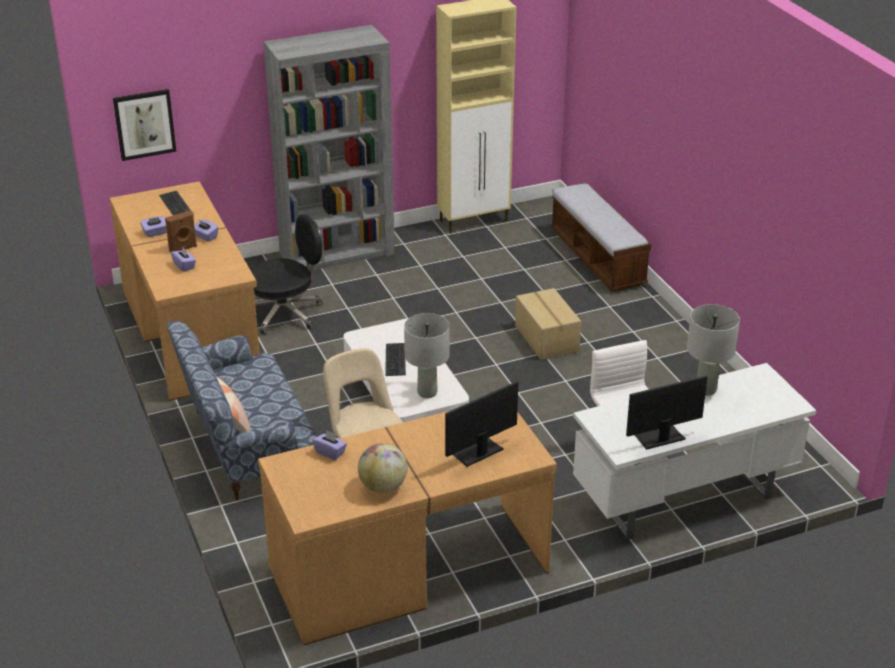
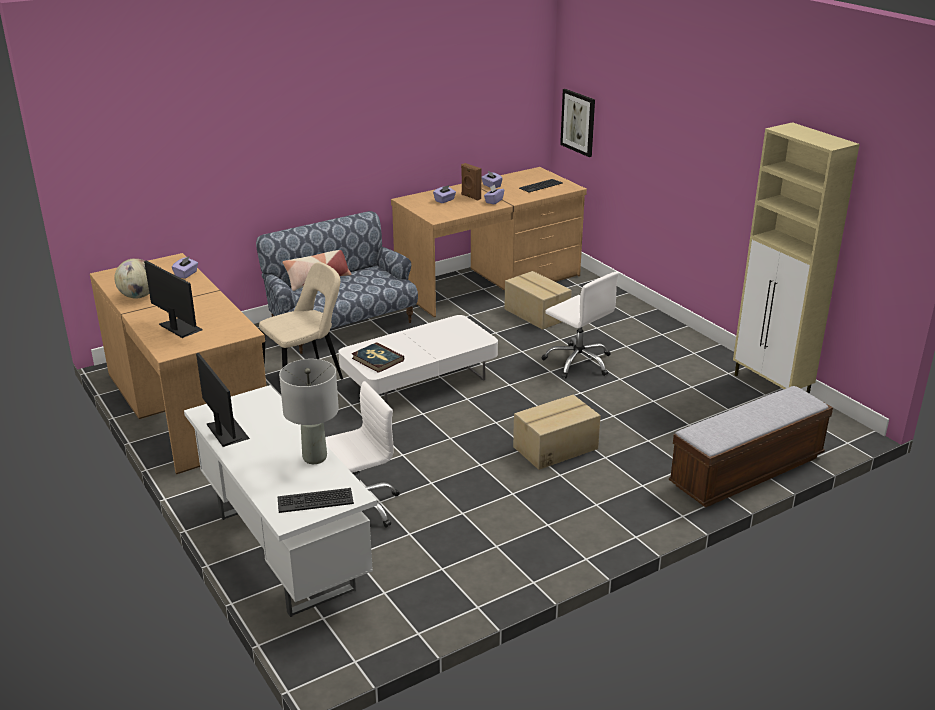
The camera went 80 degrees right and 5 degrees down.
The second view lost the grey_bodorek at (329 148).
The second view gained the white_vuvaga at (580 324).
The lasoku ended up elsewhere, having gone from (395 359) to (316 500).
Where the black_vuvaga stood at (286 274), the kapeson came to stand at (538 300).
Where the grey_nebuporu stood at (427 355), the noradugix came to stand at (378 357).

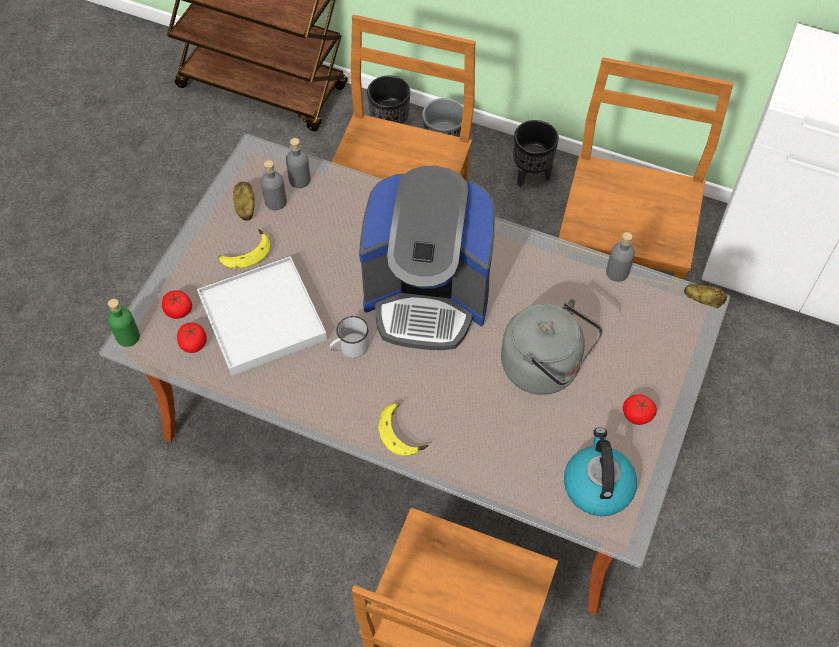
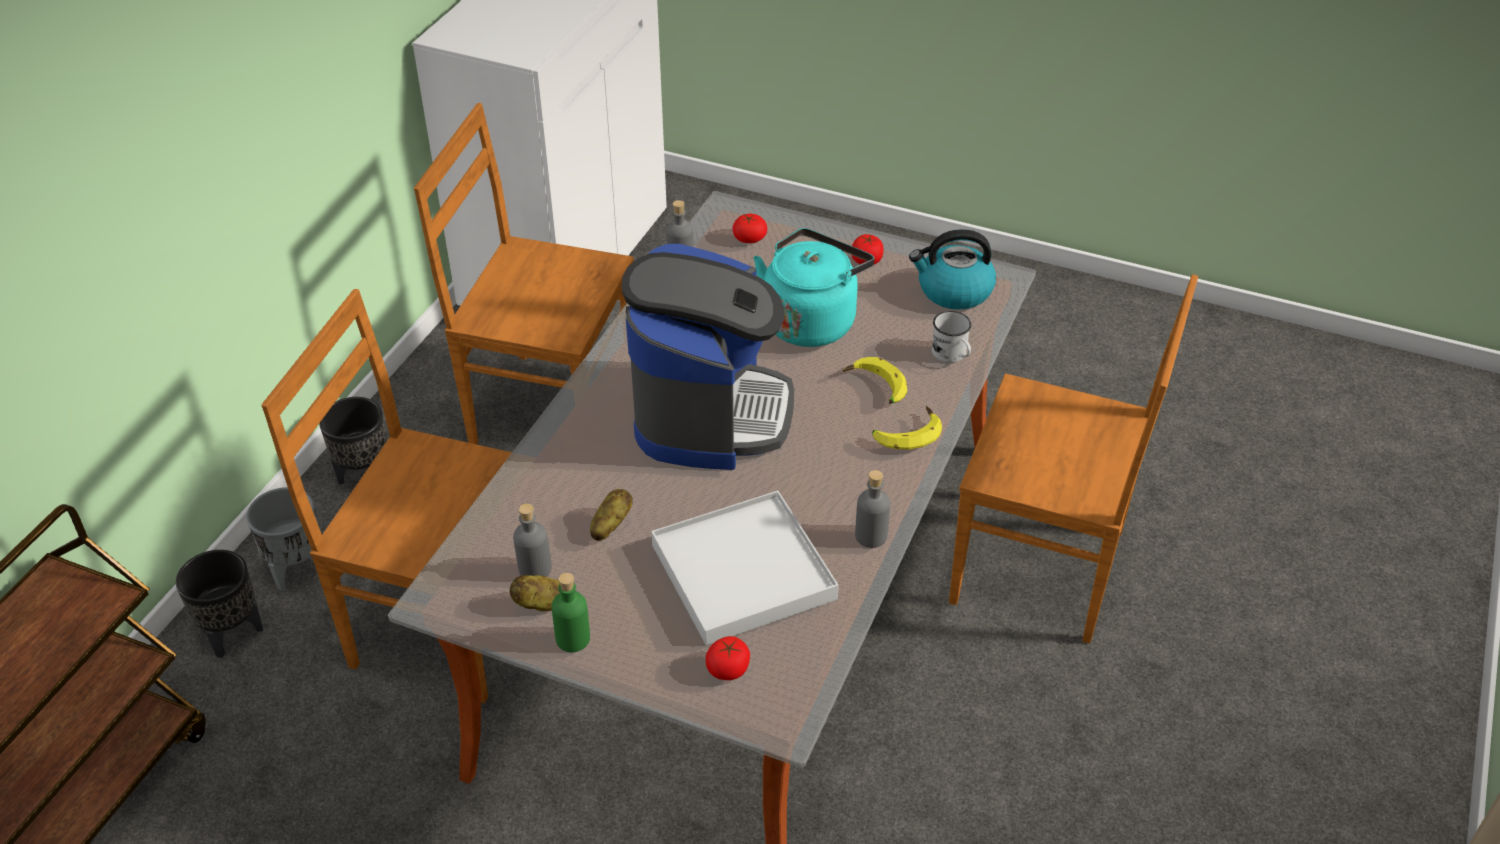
The camera went 90 degrees left and 15 degrees down.
The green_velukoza ended up elsewhere, having gone from (124 323) to (570 612).
The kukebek ended up elsewhere, having gone from (192 338) to (750 228).
The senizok ended up elsewhere, having gone from (245 248) to (875 380).
The grey_velukoza ended up elsewhere, having gone from (298 163) to (872 509).
The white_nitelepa ended up elsewhere, having gone from (349 337) to (952 337).
The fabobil ended up elsewhere, having gone from (705 296) to (611 515).
What was the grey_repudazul at (552 347) turned into the turquoise_repudazul at (813 287).

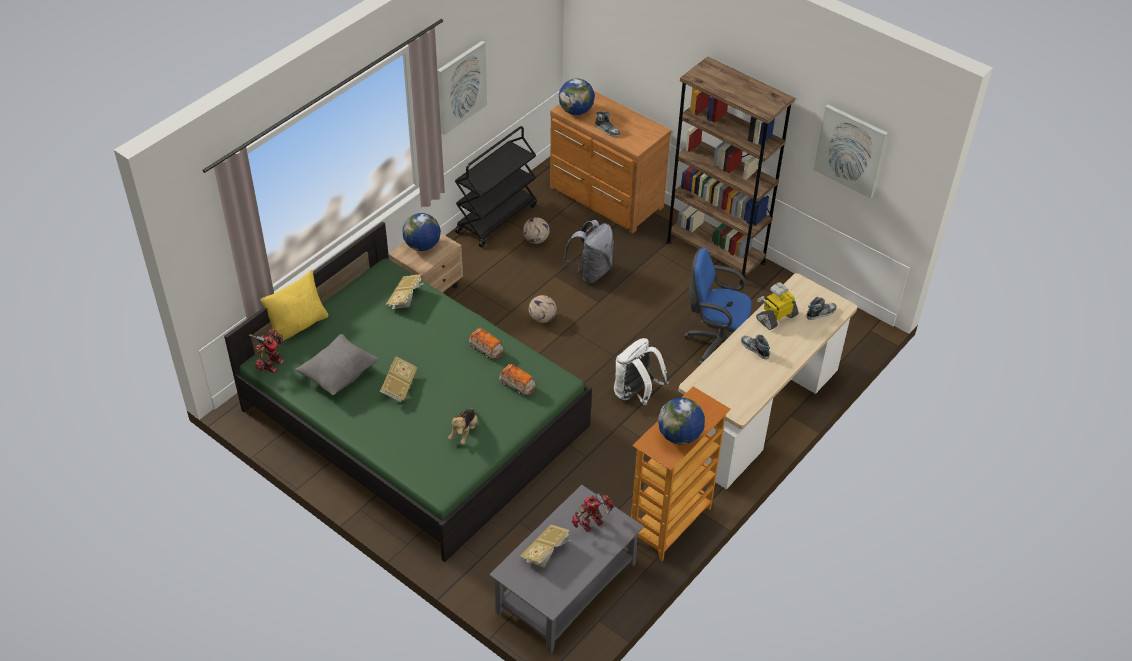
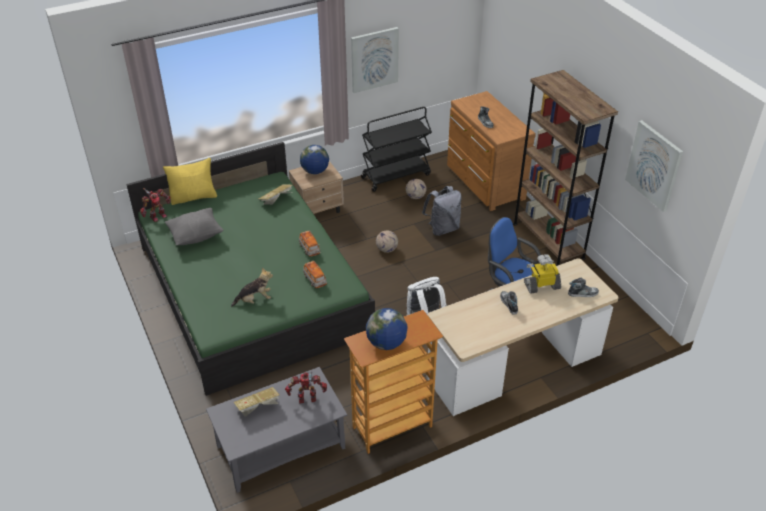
The camera went 25 degrees right and 5 degrees down.
The second view lost the noradugix at (399 379).
The second view lost the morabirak at (577 96).
The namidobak at (463 427) ended up facing another way, 150 degrees counterclockwise from before.

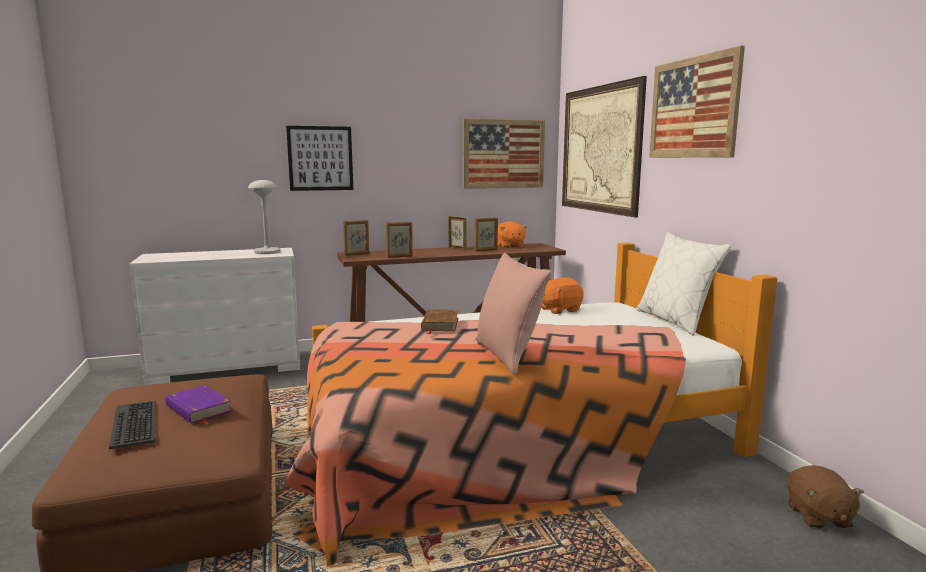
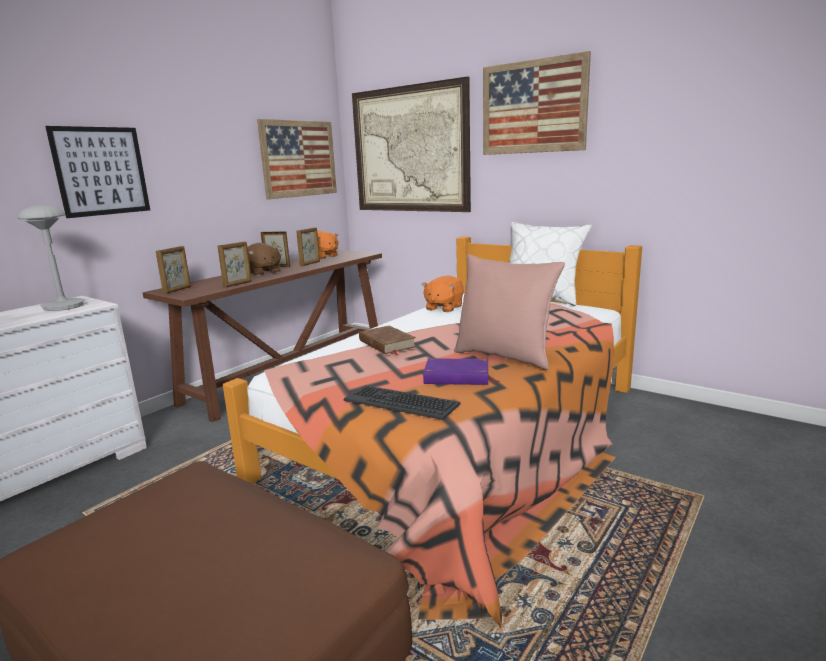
The camera went 35 degrees left and 5 degrees up.
The lasoku ended up elsewhere, having gone from (132 425) to (402 402).
The purple_noradugix ended up elsewhere, having gone from (198 404) to (461 371).
The brown_namidobak ended up elsewhere, having gone from (825 497) to (264 259).

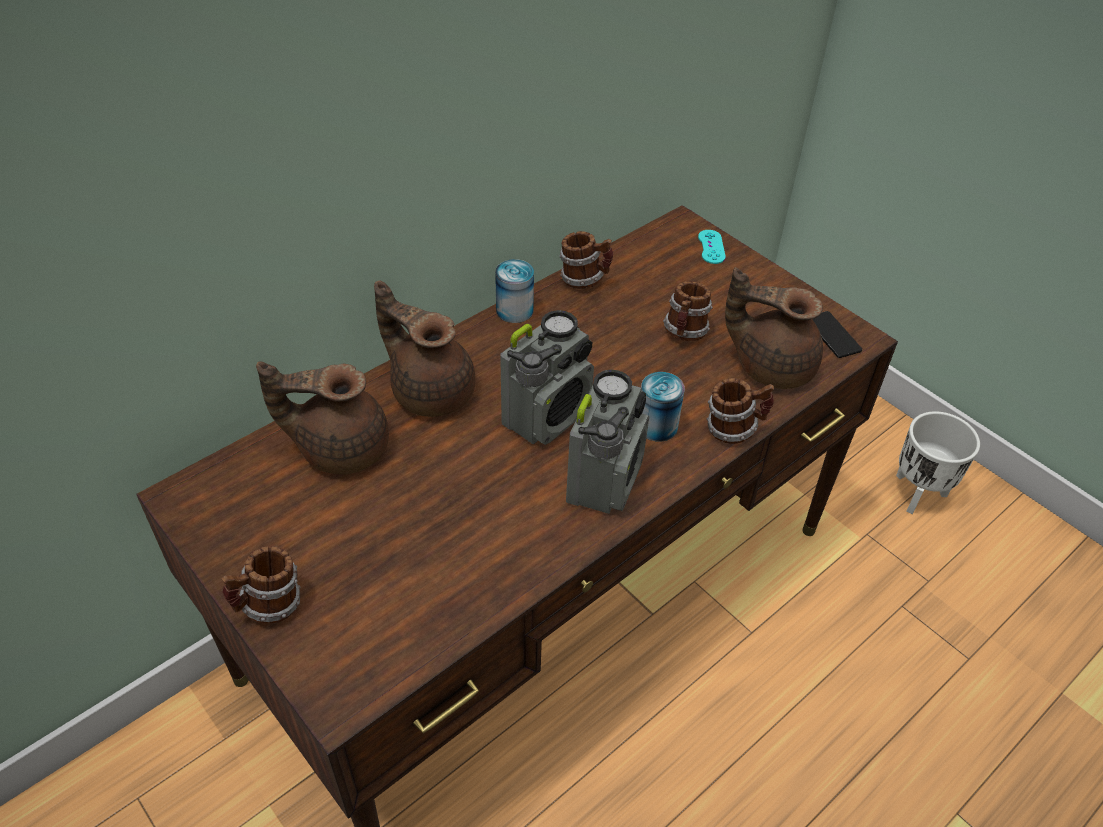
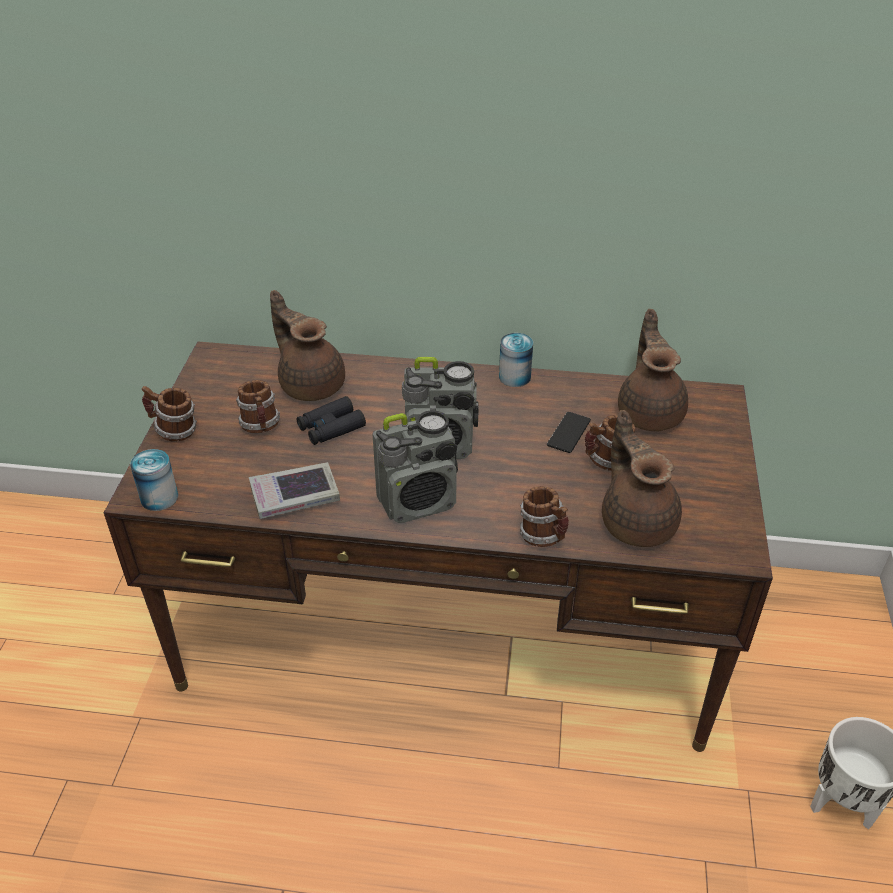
The camera went 50 degrees right and 5 degrees down.
The second view lost the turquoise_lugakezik at (712 247).
The second view gained the noradugix at (294 490).
The second view gained the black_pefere at (331 420).
The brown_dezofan ended up elsewhere, having gone from (425 348) to (653 370).
The nitelepa ended up elsewhere, having gone from (586 260) to (258 406).
The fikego ended up elsewhere, having gone from (663 406) to (154 480).
The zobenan ended up elsewhere, having gone from (837 334) to (569 432).

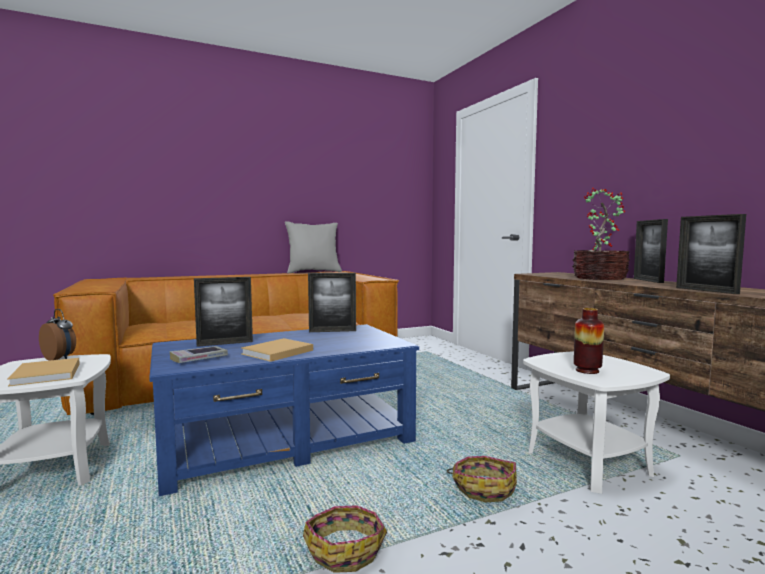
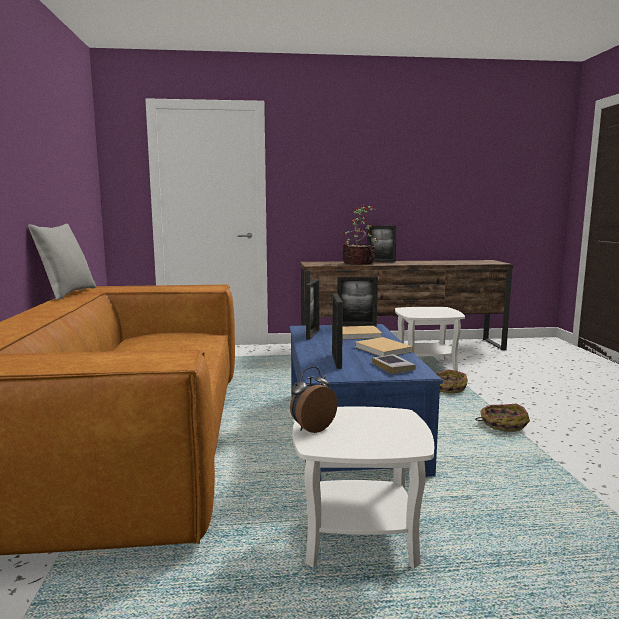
The camera went 70 degrees left and 5 degrees up.
The second view lost the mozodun at (589 341).
The beige_noradugix ended up elsewhere, having gone from (43 372) to (362 332).
The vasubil ended up elsewhere, having gone from (711 254) to (357 301).

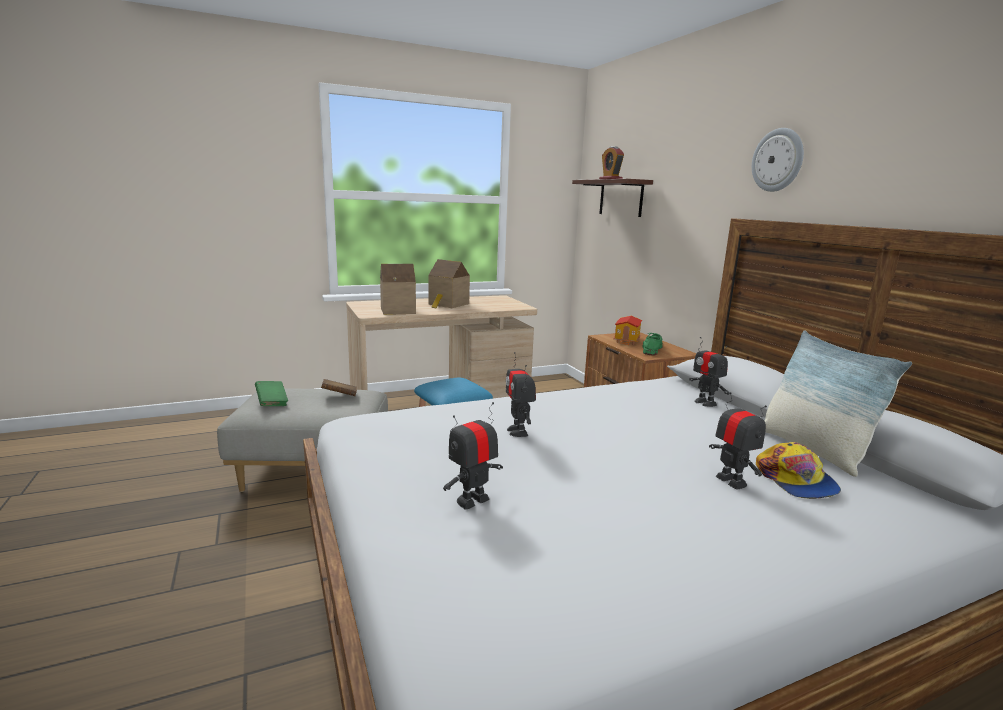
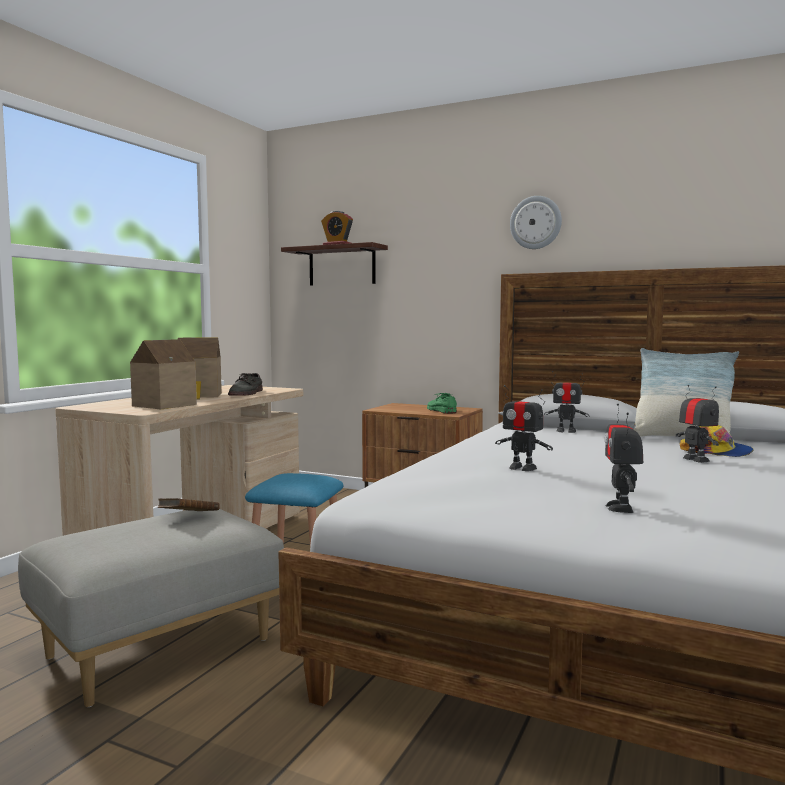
The camera went 40 degrees left and 10 degrees down.
The second view lost the green_noradugix at (271 393).
The second view lost the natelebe at (627 330).
The second view gained the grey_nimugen at (245 384).
The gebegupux at (738 441) ended up facing another way, 45 degrees clockwise from before.

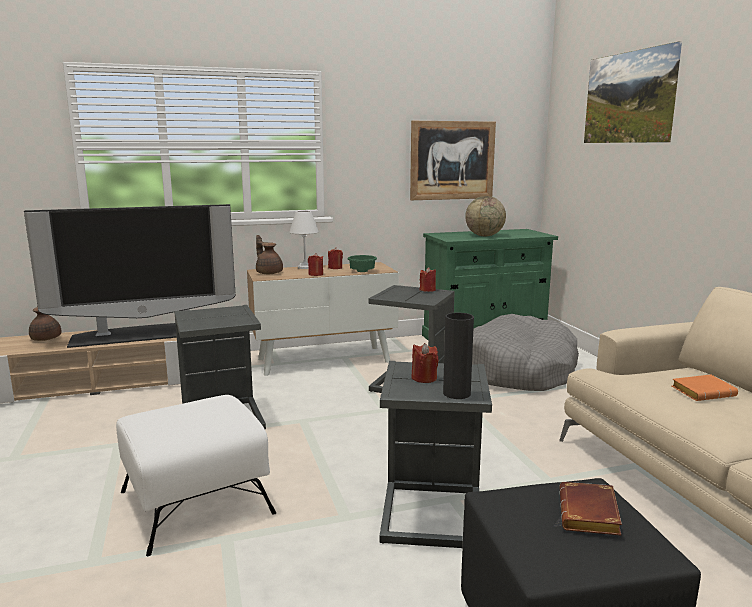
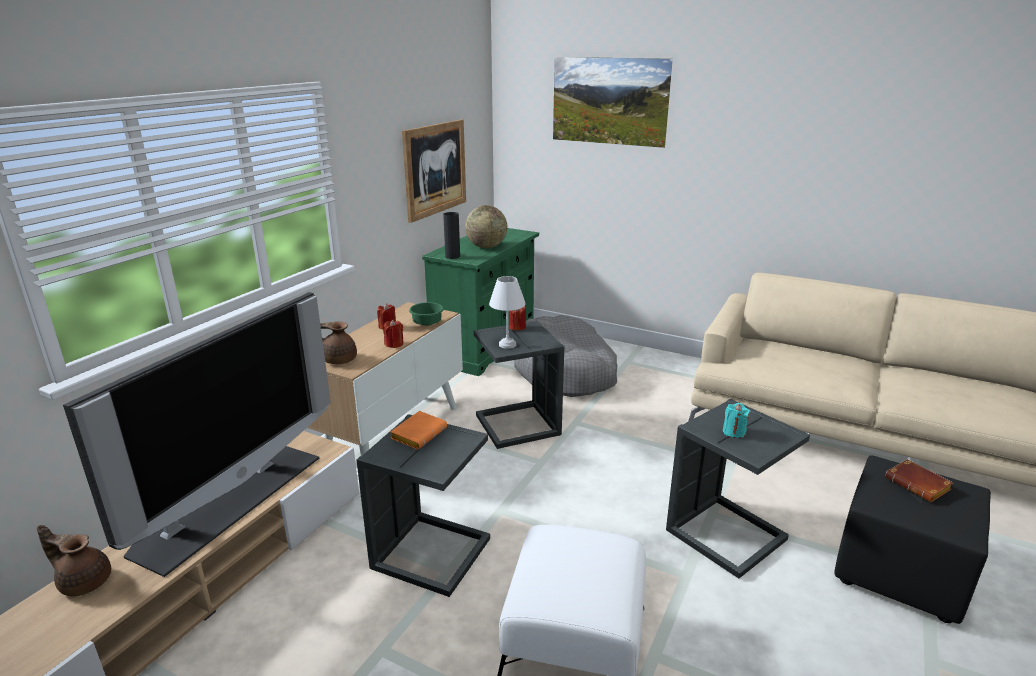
The camera went 45 degrees left and 10 degrees up.
The white_nebuporu ended up elsewhere, having gone from (304 239) to (507 312).
The black_mozodun ended up elsewhere, having gone from (458 356) to (451 235).
The orange_noradugix ended up elsewhere, having gone from (705 388) to (418 430).
What was the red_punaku at (425 363) turned into the turquoise_punaku at (736 420).

